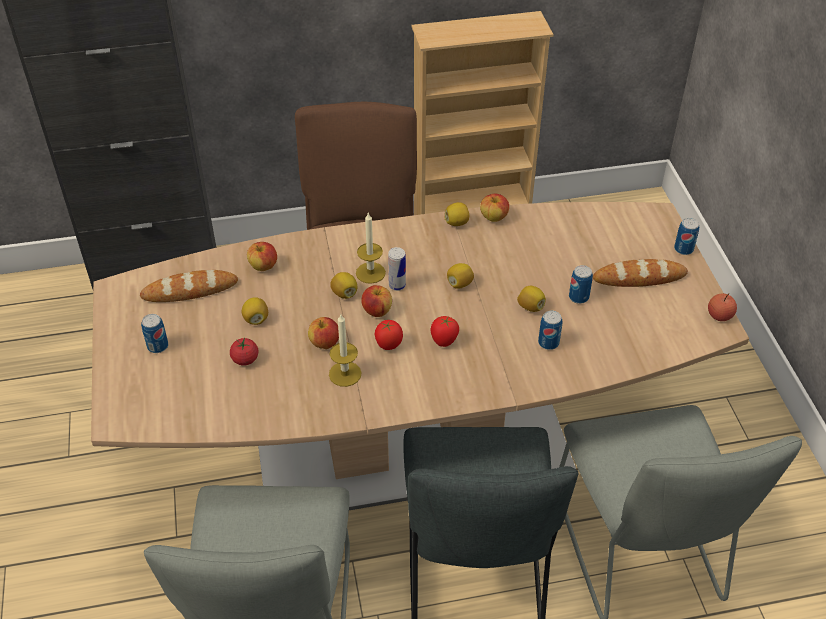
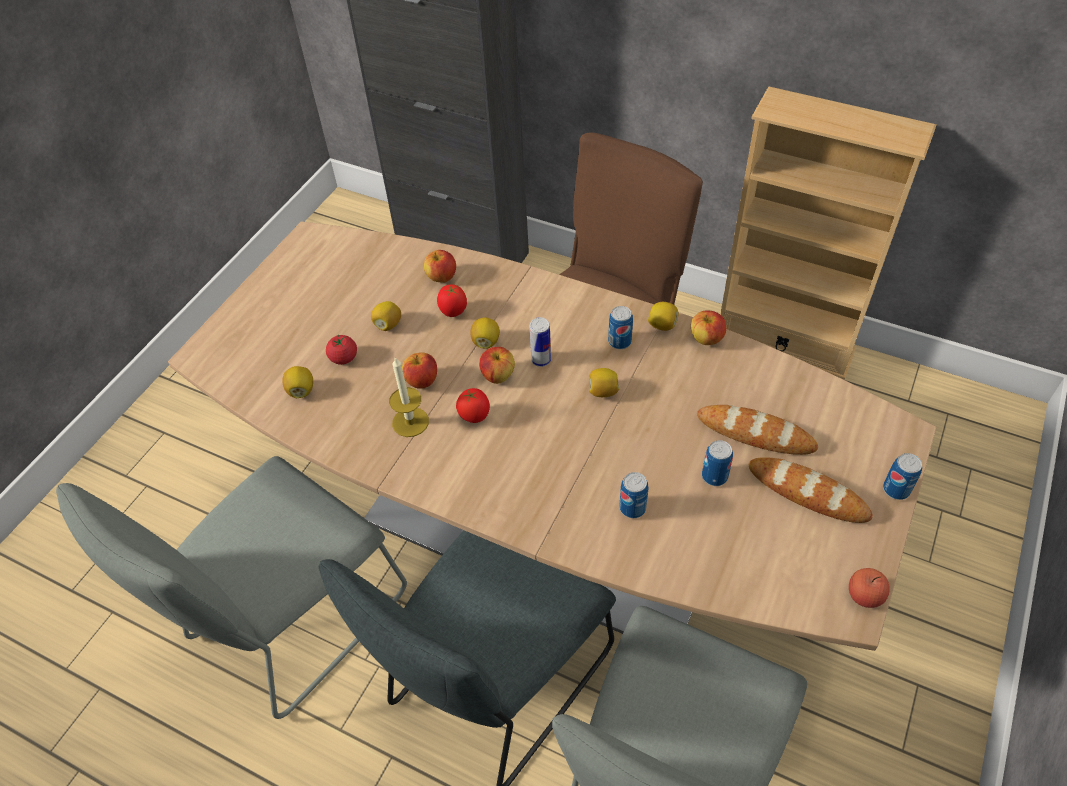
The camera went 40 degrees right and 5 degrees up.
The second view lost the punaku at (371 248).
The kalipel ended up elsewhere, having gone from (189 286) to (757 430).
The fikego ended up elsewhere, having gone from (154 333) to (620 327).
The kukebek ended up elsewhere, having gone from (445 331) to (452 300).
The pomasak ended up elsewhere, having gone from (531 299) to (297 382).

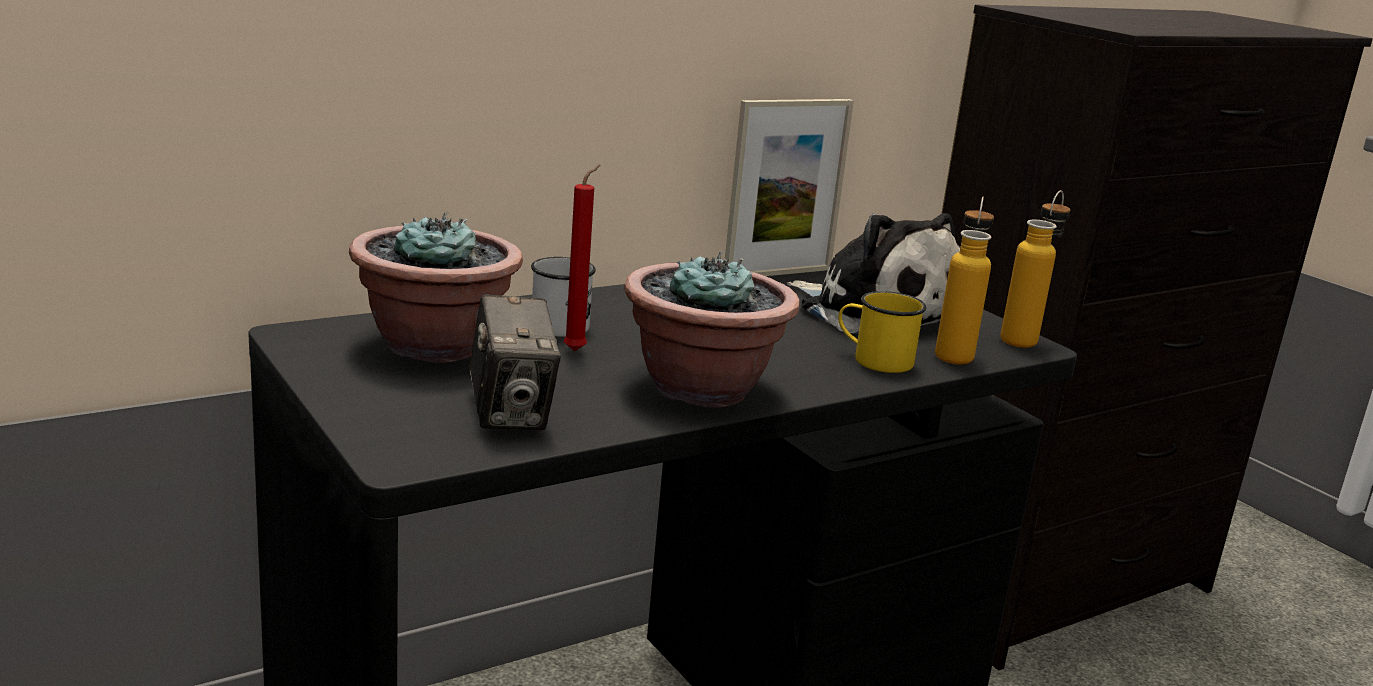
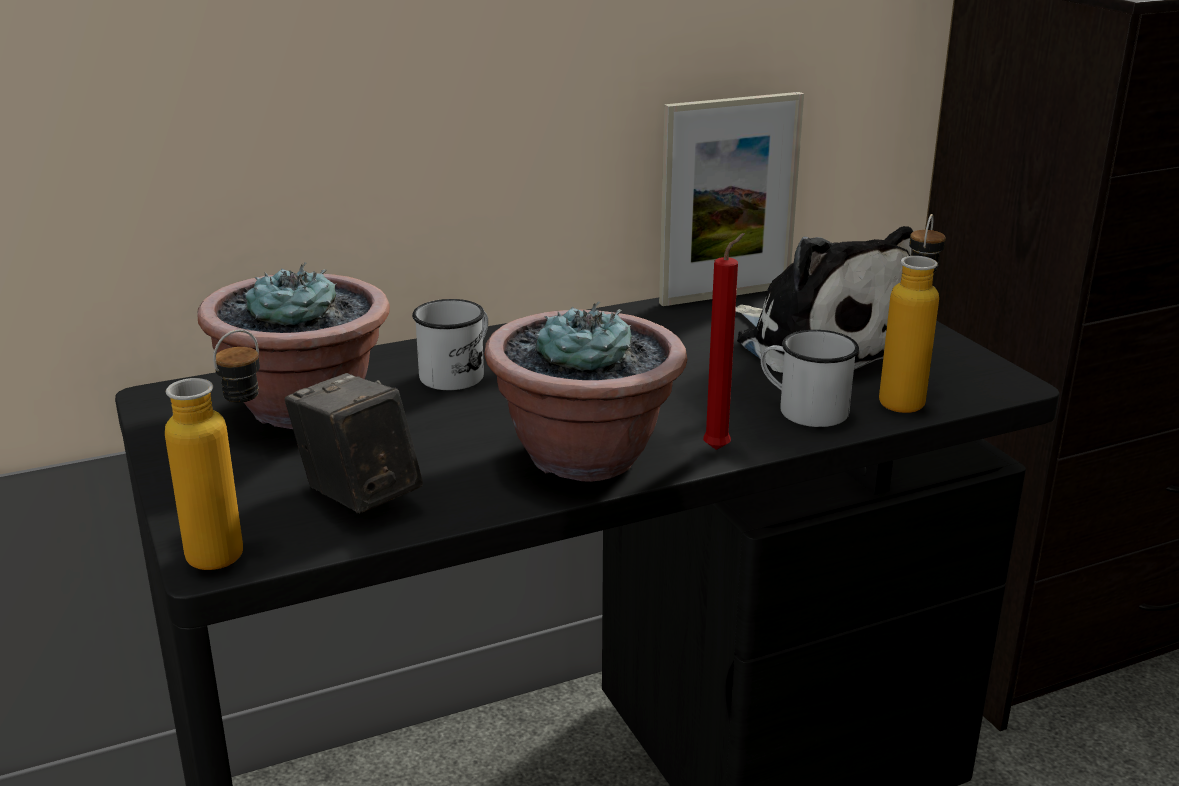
The camera went 10 degrees right and 5 degrees up.
The red_punaku ended up elsewhere, having gone from (582 257) to (724 341).
The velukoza ended up elsewhere, having gone from (1035 269) to (212 449).
What was the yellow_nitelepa at (882 332) turned into the white_nitelepa at (809 378).
The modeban at (515 362) ended up facing another way, 150 degrees clockwise from before.

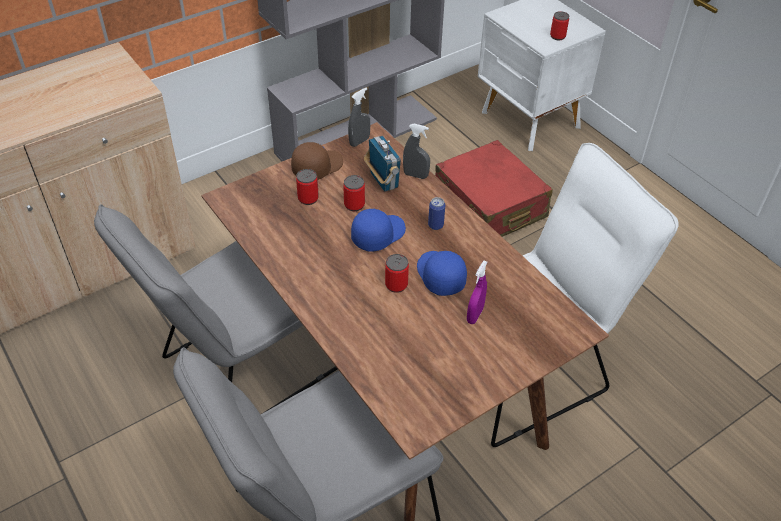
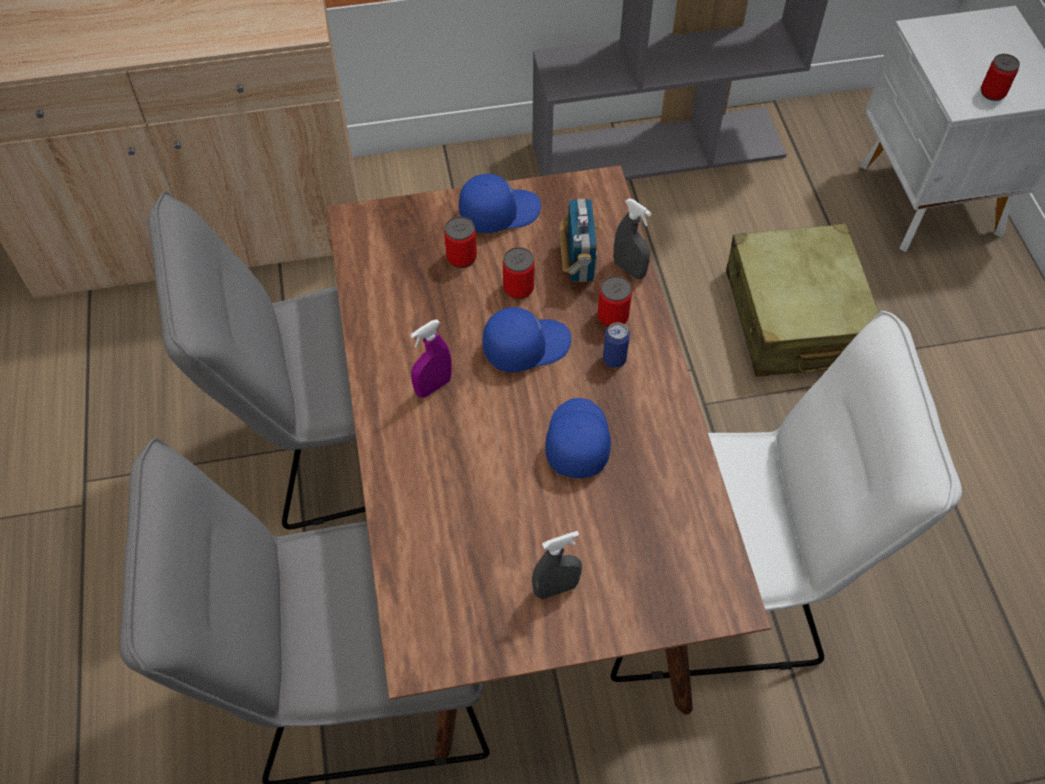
The camera went 25 degrees right and 10 degrees up.
The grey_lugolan ended up elsewhere, having gone from (359 117) to (557 565).
The fikego ended up elsewhere, having gone from (397 273) to (614 301).
The purple_lugolan ended up elsewhere, having gone from (477 292) to (431 358).
What was the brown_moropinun at (317 161) turned into the blue_moropinun at (500 203).
What was the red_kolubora at (494 188) turned into the beige_kolubora at (802 300).

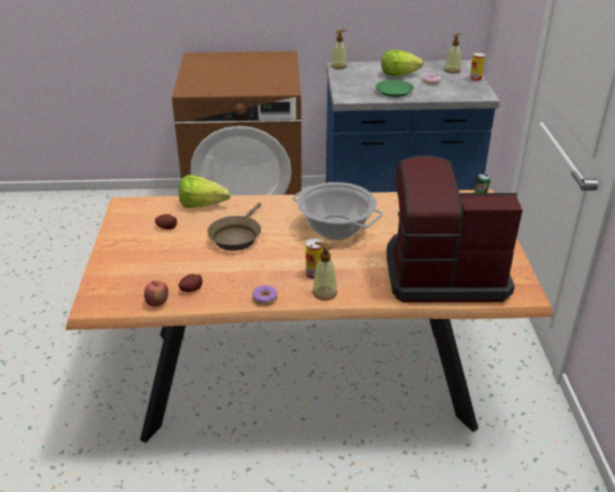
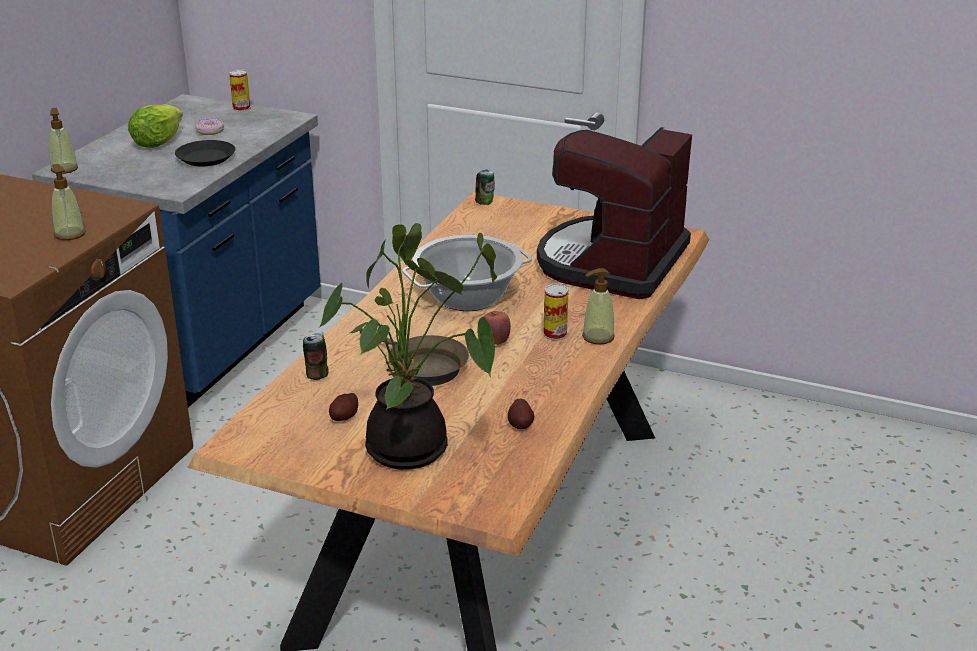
The camera went 65 degrees left and 5 degrees down.
The second view lost the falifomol at (264 295).
The second view gained the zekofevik at (408 346).
The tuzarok ended up elsewhere, having gone from (156 294) to (497 328).
The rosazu ended up elsewhere, having gone from (453 53) to (69 202).
Where the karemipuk stood at (205 191), the fikego came to stand at (316 356).
What was the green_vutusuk at (394 88) turned into the black_vutusuk at (205 153).

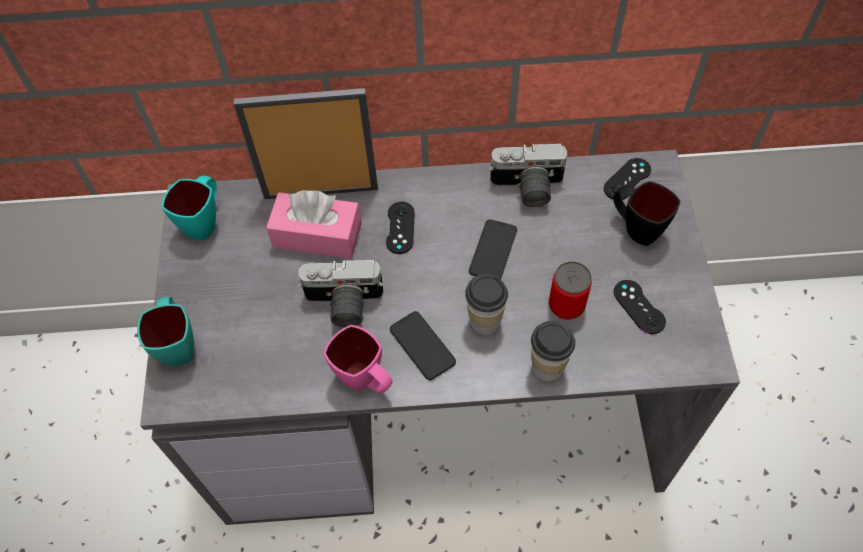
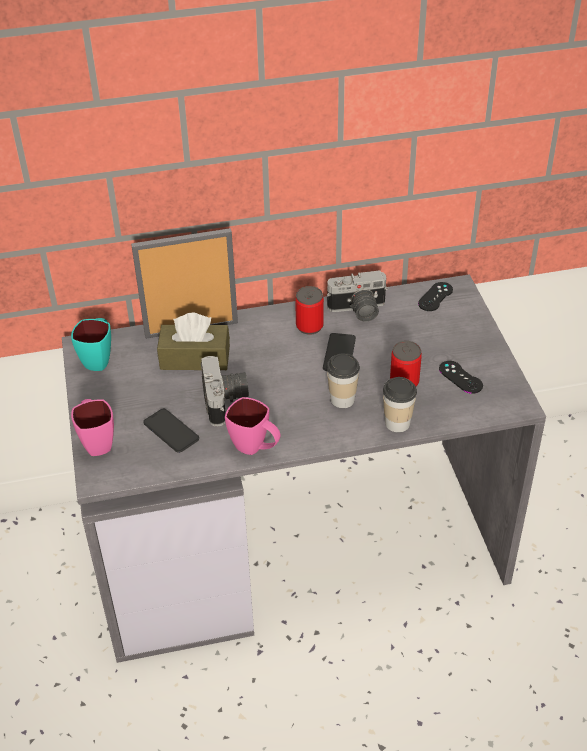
The camera went 10 degrees left and 15 degrees down.
The second view lost the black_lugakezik at (400 228).
The second view lost the black_nitelepa at (646 213).
The second view gained the fikego at (309 310).
The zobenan ended up elsewhere, having gone from (423 345) to (171 430).
What was the turquoise_nitelepa at (165 331) turned into the pink_nitelepa at (92 427).
What was the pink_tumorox at (314 224) turned into the brown_tumorox at (193 341).
The modeban at (340 294) ended up facing another way, 90 degrees counterclockwise from before.

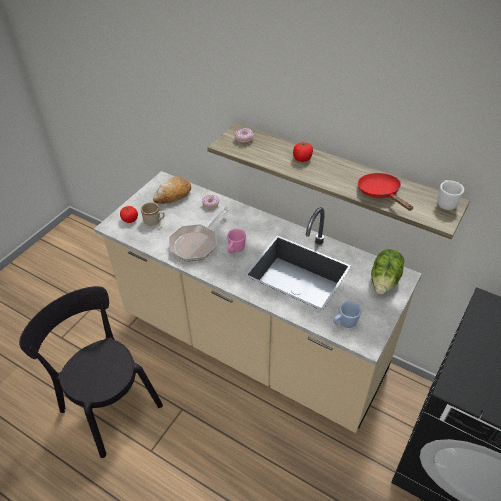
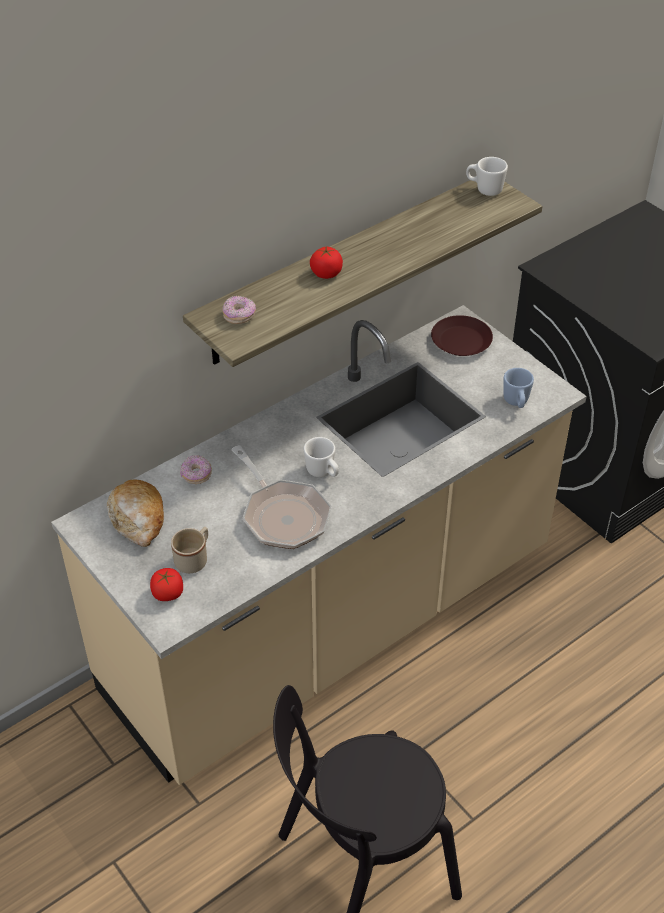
The camera went 70 degrees left and 0 degrees up.
The second view lost the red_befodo at (385 192).
Where the karemipuk stood at (388 271), the brown_vutusuk came to stand at (462 335).
What was the pink_nitelepa at (236 241) turned into the white_nitelepa at (321 457).

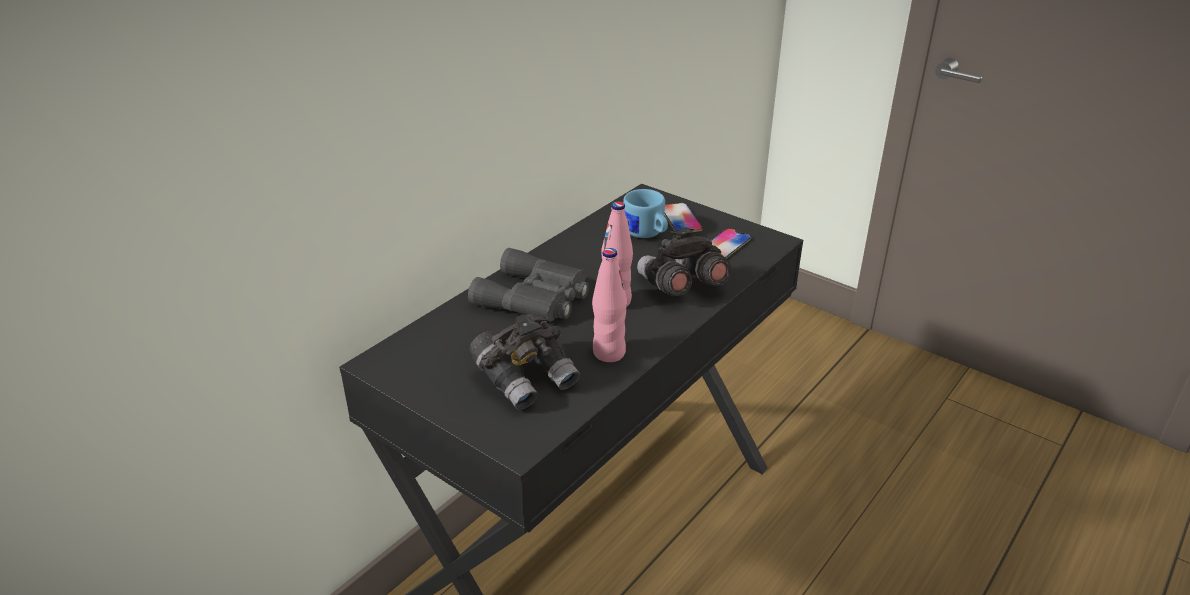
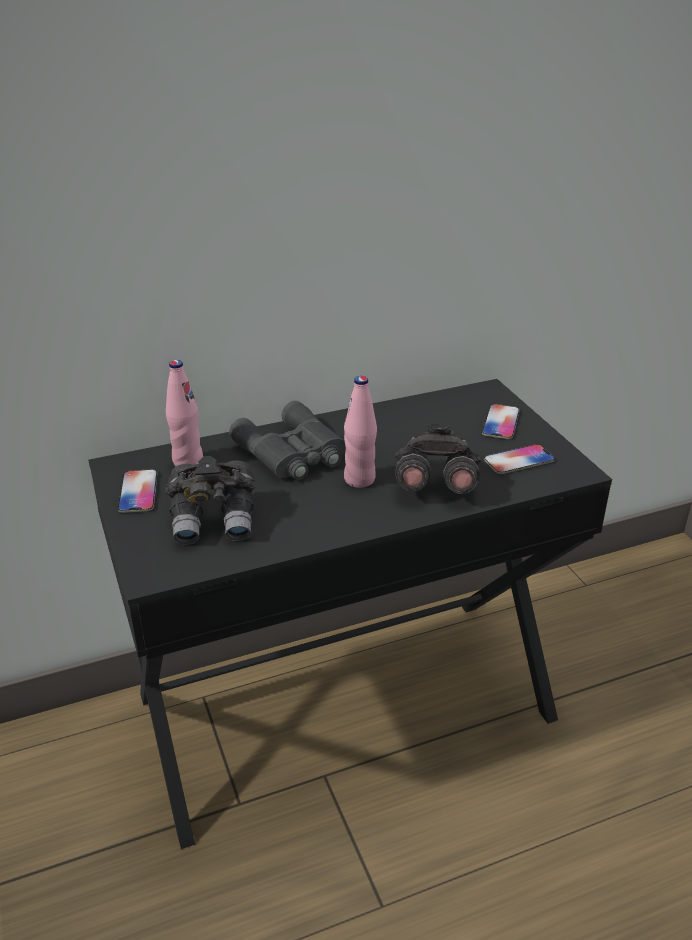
The camera went 30 degrees right and 0 degrees up.
The second view lost the blue_nitelepa at (645 213).
The second view gained the zobenan at (137 491).
The pink_velukoza ended up elsewhere, having gone from (609 305) to (184 413).

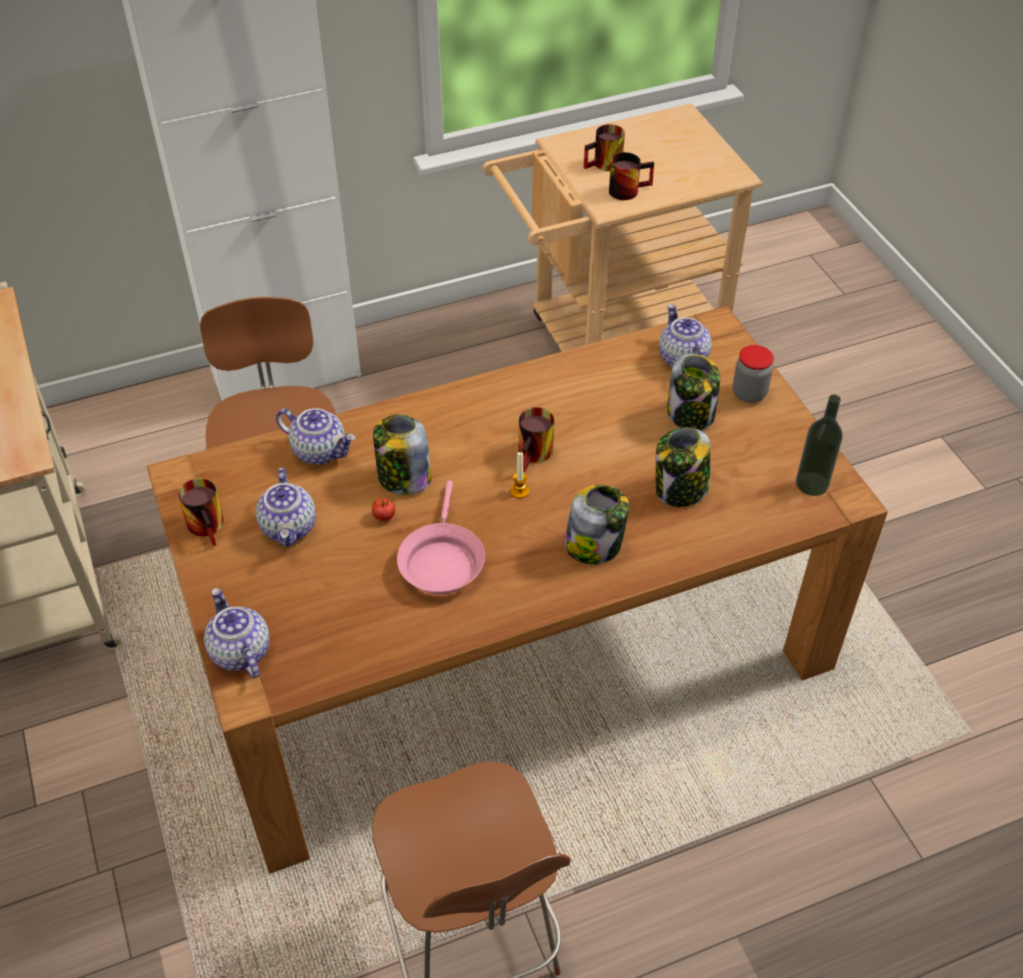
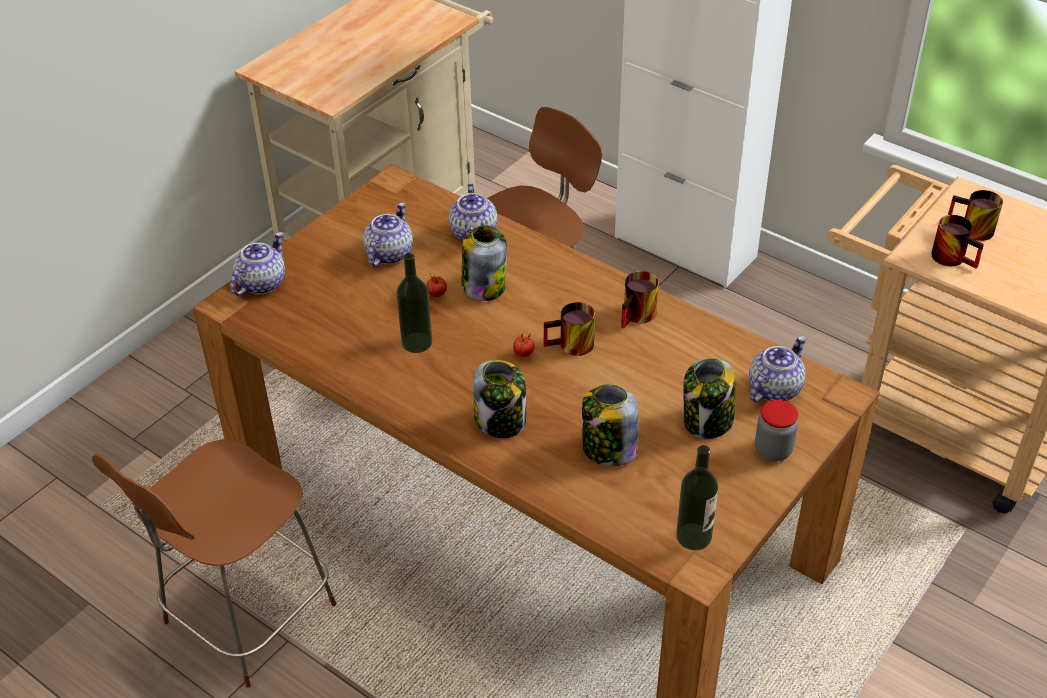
The camera went 60 degrees right and 5 degrees down.
The nitelepa ended up elsewhere, having gone from (201 512) to (640 300).
Where the pink_befodo stood at (441 537), the velukoza came to stand at (414 303).
Where the punaku stood at (520 475), the kukebek came to stand at (524 344).
The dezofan at (286 507) ended up facing another way, 150 degrees clockwise from before.

